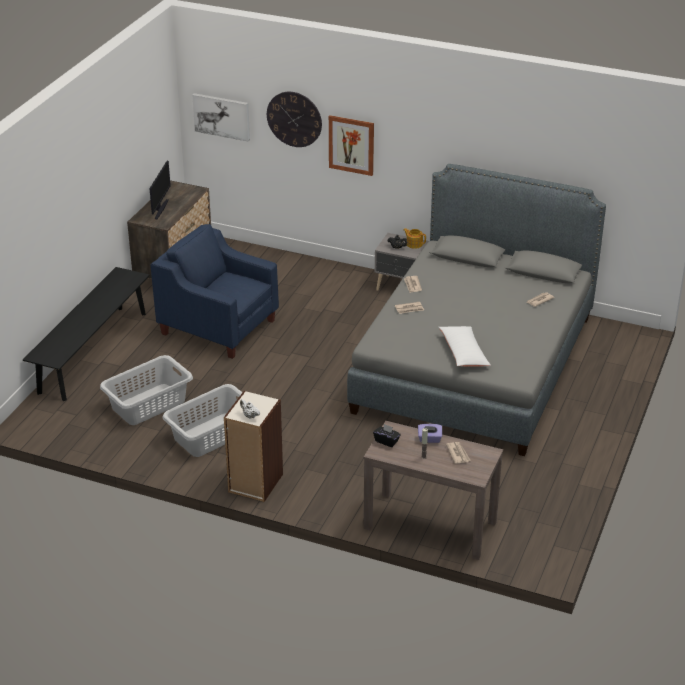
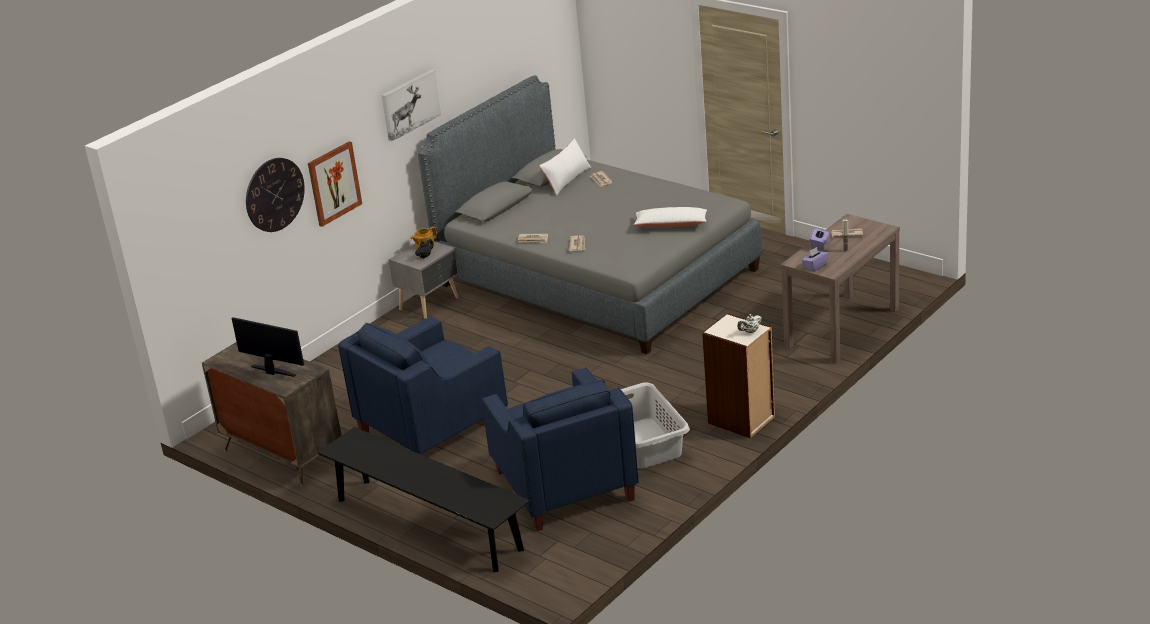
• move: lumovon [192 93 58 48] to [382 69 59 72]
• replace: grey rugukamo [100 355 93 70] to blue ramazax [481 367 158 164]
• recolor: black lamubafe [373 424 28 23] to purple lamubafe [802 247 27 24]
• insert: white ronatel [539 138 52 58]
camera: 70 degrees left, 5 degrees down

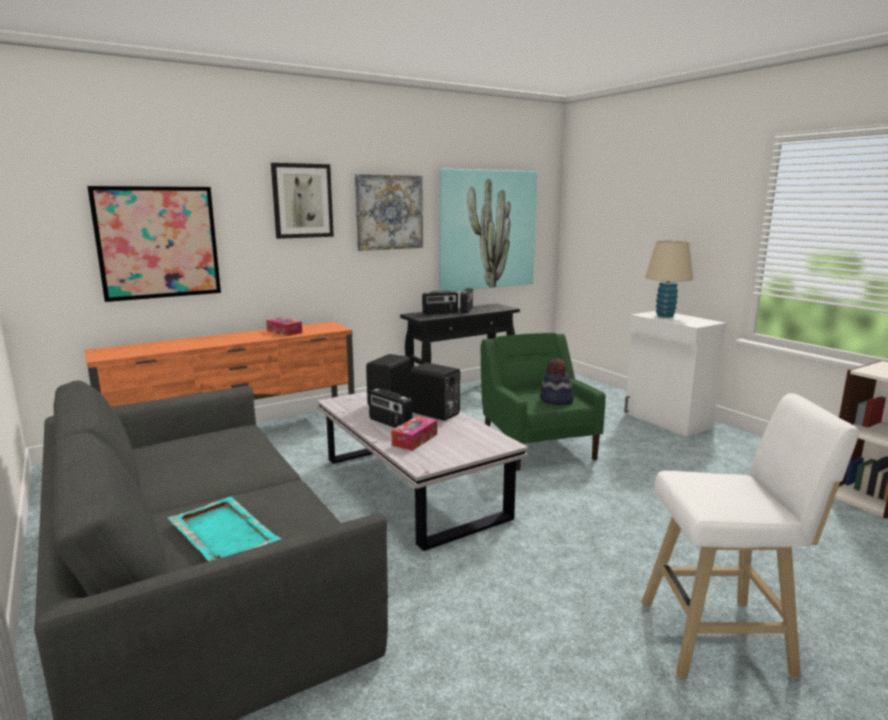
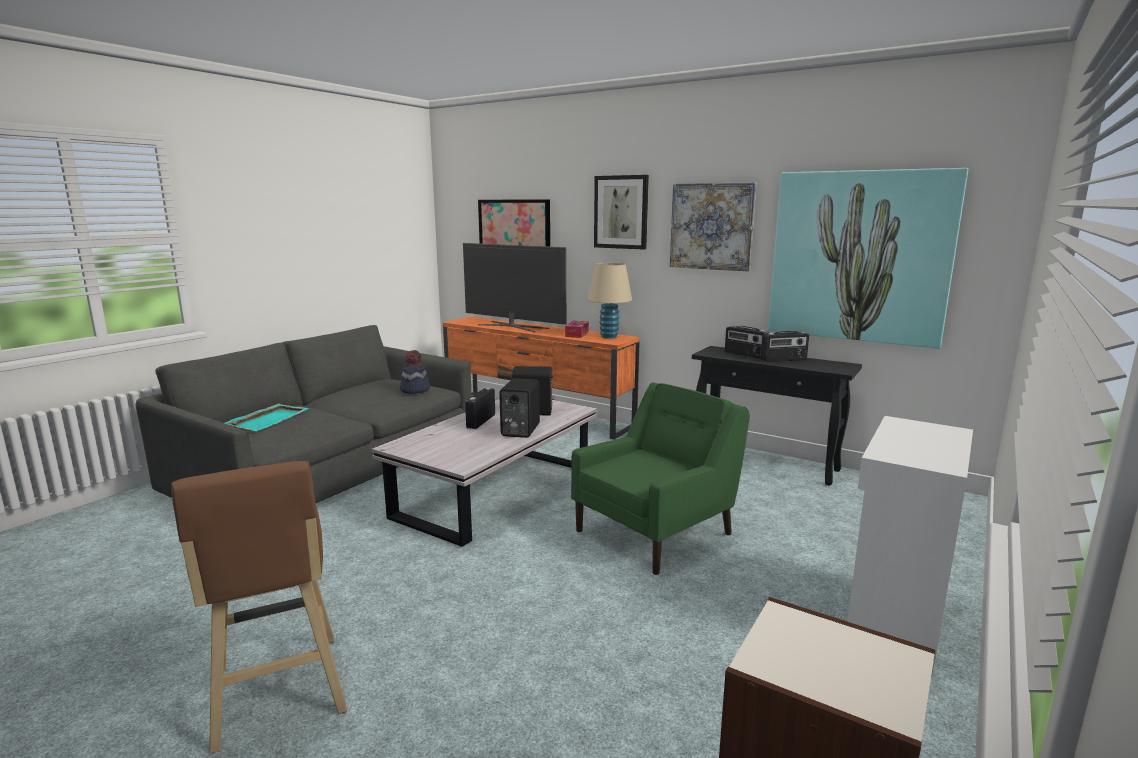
• move: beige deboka [645 240 48 77] to [588 263 44 76]
• move: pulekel [540 358 34 47] to [400 350 30 44]
• recolor: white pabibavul [642 393 217 286] to brown pabibavul [171 461 176 293]
• delete: lamubafe [391 416 46 35]
• insert: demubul [463 243 103 90]
camera: 65 degrees right, 0 degrees up

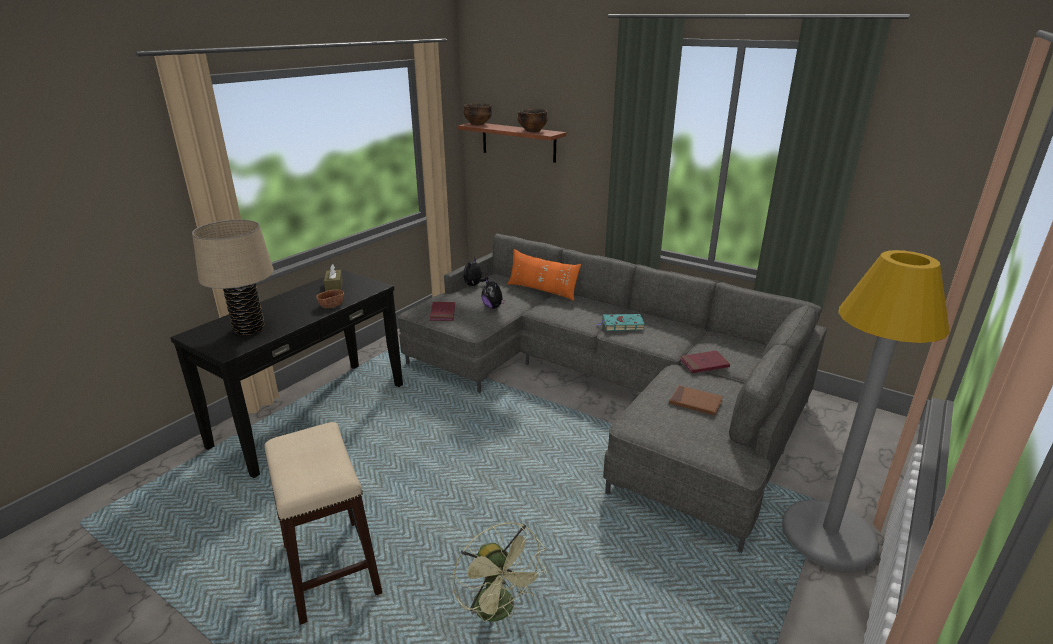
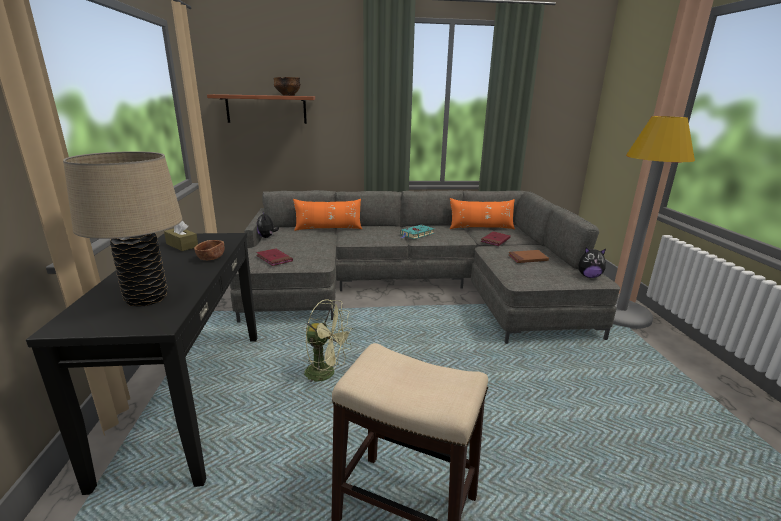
• delete: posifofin [464 103 28 22]
• move: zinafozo [481 279 25 30] to [579 247 27 31]
• move: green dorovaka [453 522 94 100] to [304 299 49 84]
• insert: orange ronatel [450 198 65 31]
camera: 40 degrees left, 5 degrees down

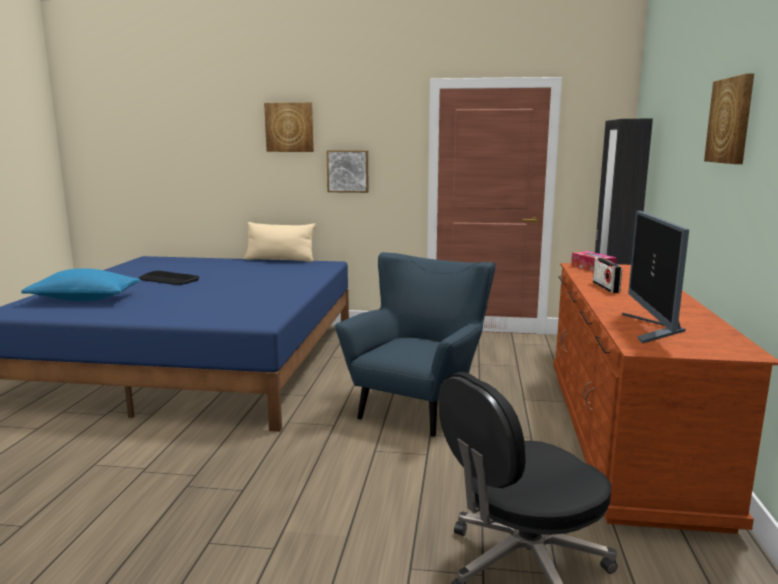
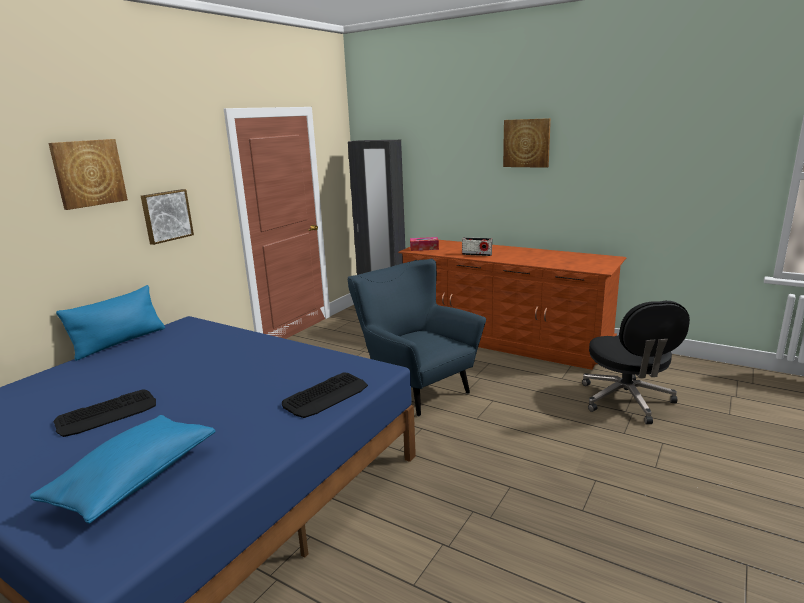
• delete: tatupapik [622 211 67 133]
• recolor: beige ronatel [244 222 72 40] to blue ronatel [56 285 109 76]
• insert: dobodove [282 372 86 46]
camera: 65 degrees left, 5 degrees up

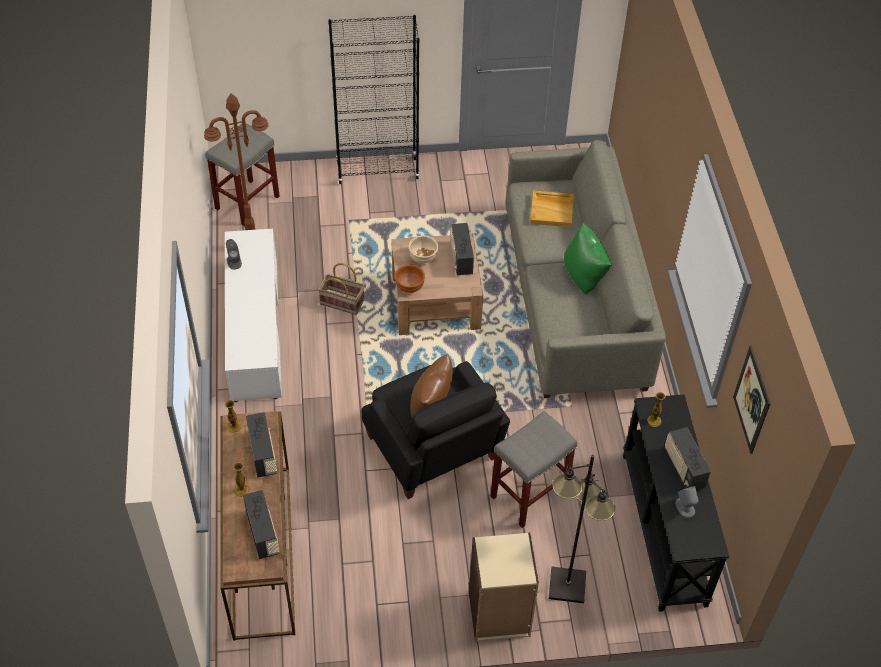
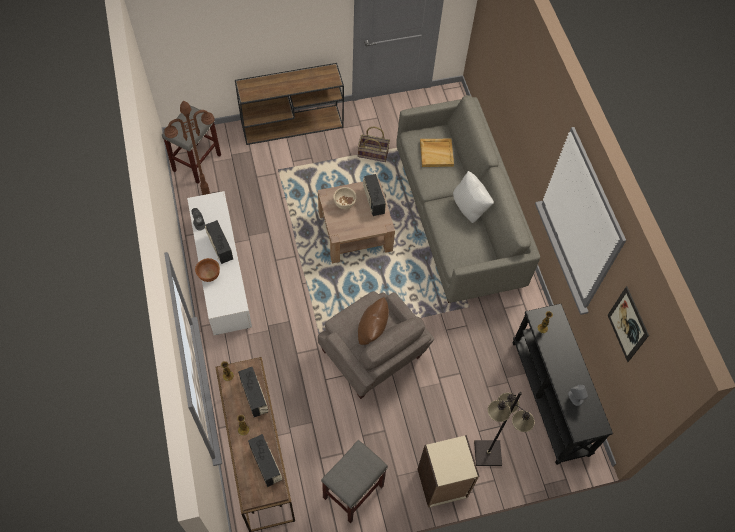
• replace: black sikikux [328 15 91 169] to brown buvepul [235 63 109 82]
• recolor: green ronatel [564 223 48 71] to white ronatel [453 171 41 52]
• move: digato [318 263 46 52] to [358 127 32 35]
• move: brown posifofin [394 265 31 28] to [195 258 25 24]
• recolor: black ramazax [362 361 148 138] to beige ramazax [318 291 116 108]
• move: grey pabibavul [490 411 87 117] to [321 440 67 83]
• move: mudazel [665 427 46 63] to [205 220 28 44]
camera: 10 degrees left, 10 degrees up

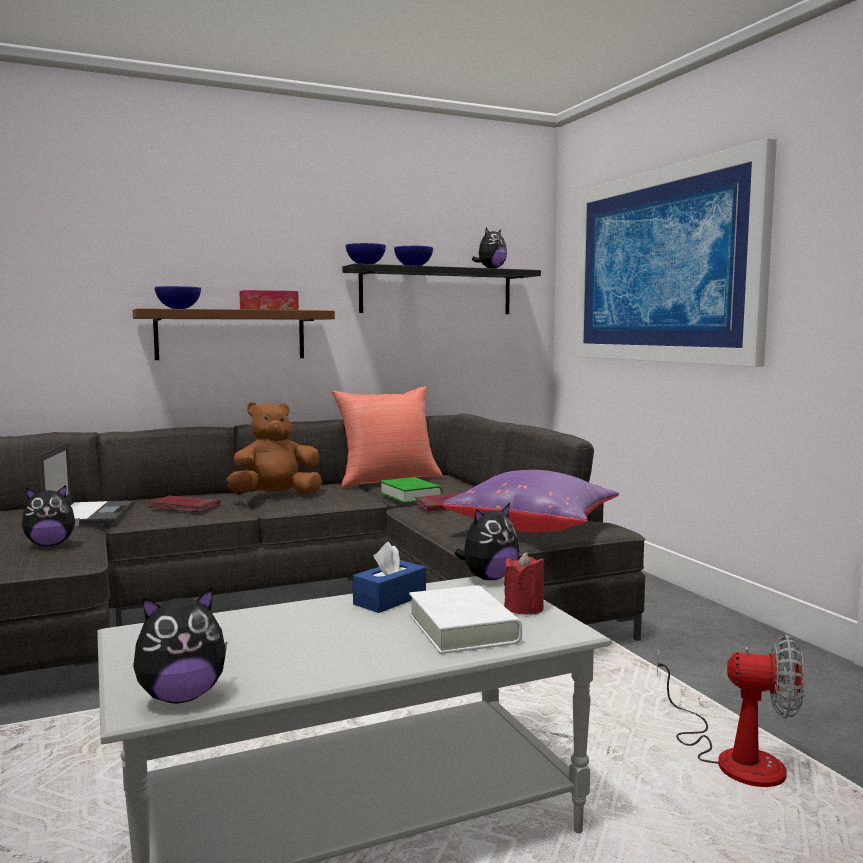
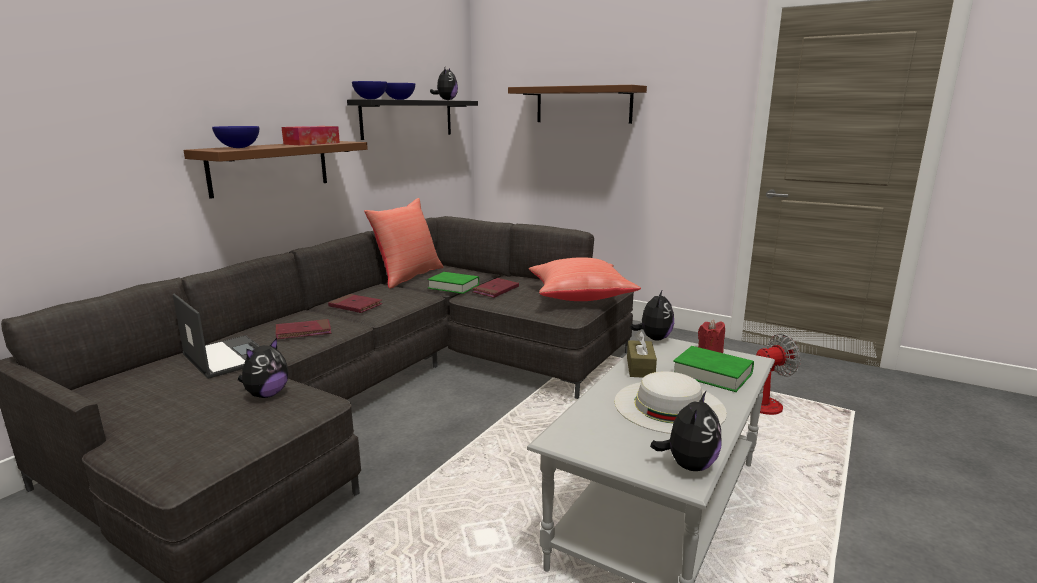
• replace: lumovon [575 138 202 229] to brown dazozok [508 85 139 39]
• replace: brown zinafozo [227 402 95 92] to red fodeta [328 294 54 19]
• recolor: purple ronatel [442 470 177 63] to red ronatel [529 257 112 44]
• recolor: blue lamubafe [353 542 73 71] to brown lamubafe [627 331 30 47]
• recolor: white fodeta [409 585 113 69] to green fodeta [673 346 81 46]
• insert: white pulekel [614 371 113 63]
camera: 35 degrees left, 10 degrees up

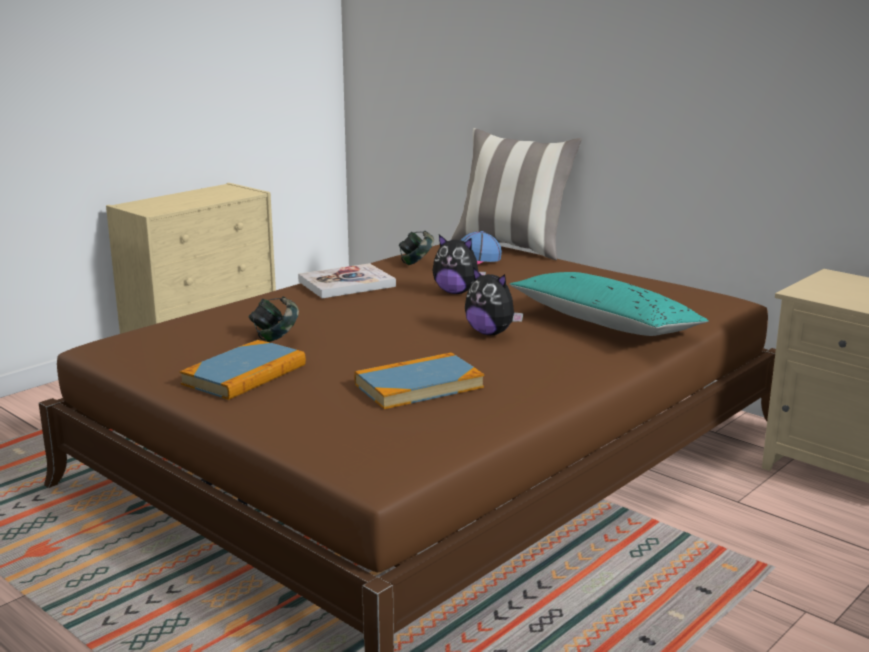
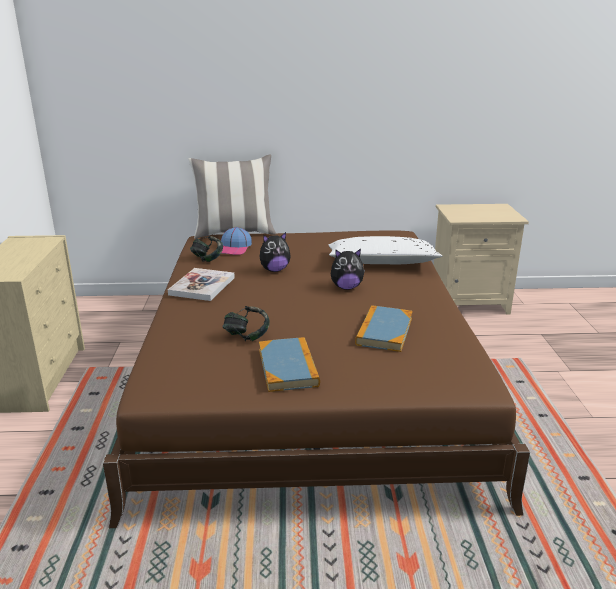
• recolor: turquoise ronatel [509 272 200 64] to white ronatel [329 236 113 28]
camera: 45 degrees left, 5 degrees up

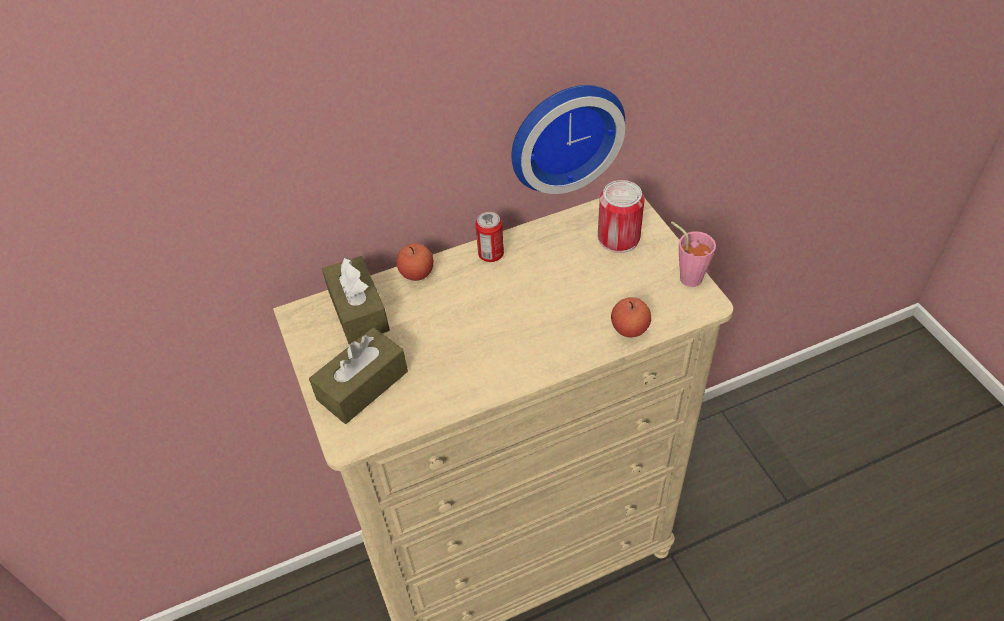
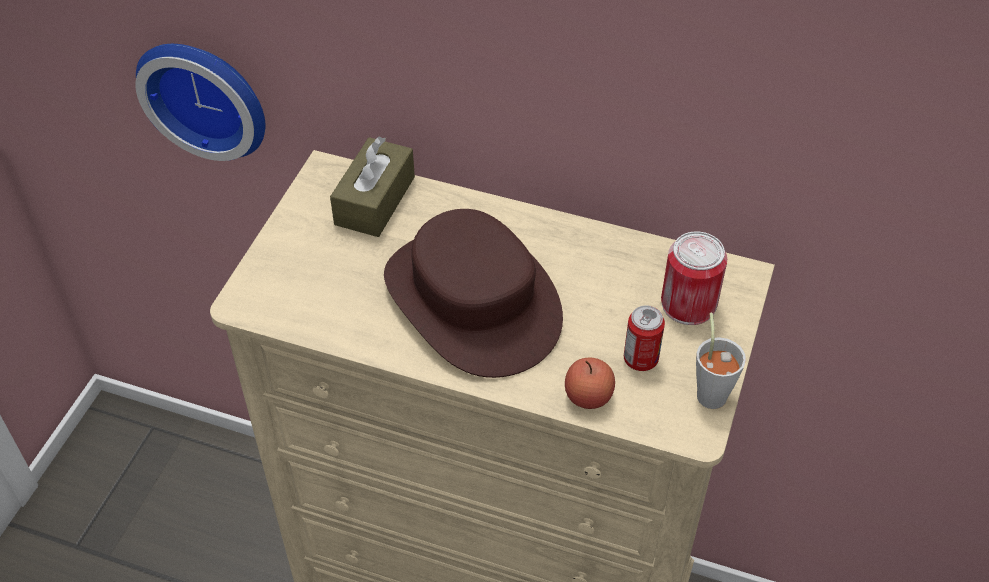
• move: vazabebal [511 85 114 109] to [135 44 130 117]
• move: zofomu [475 212 29 50] to [624 305 41 66]
• recolor: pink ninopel [671 221 45 66] to grey ninopel [696 313 50 96]
• delete: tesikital [396 243 38 38]
• delete: brown lamubafe [309 327 99 97]
• insert: brown pulekel [384 209 179 169]
camera: 40 degrees right, 0 degrees up

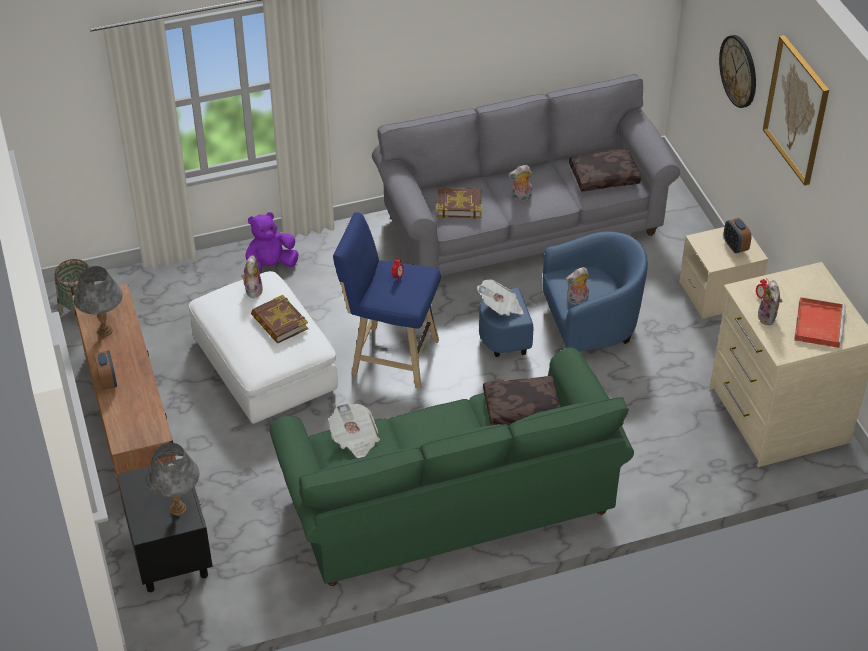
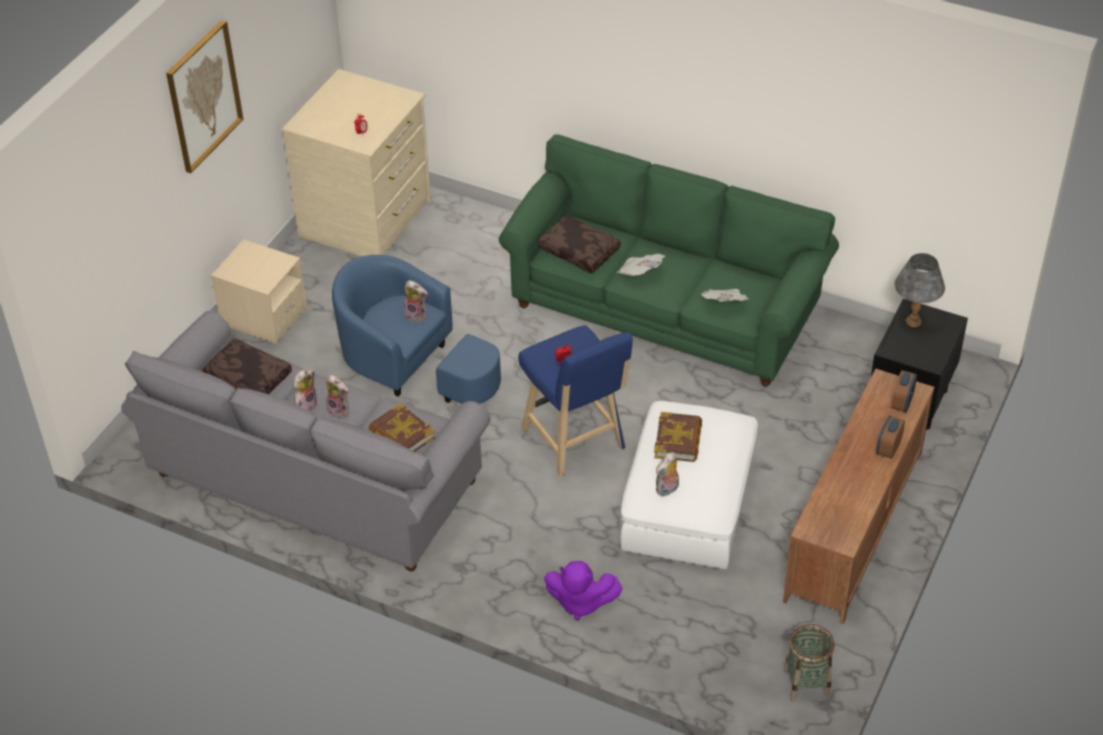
• delete: vazabebal [719 35 37 73]
• move: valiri [724 218 28 35] to [891 370 26 42]
• delete: grey deboka [74 266 49 71]
• move: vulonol [477 279 47 37] to [617 254 48 22]
• move: zinafozo [758 280 24 45] to [294 369 23 43]
• delete: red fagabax [794 297 52 51]
camera: 135 degrees left, 0 degrees up

